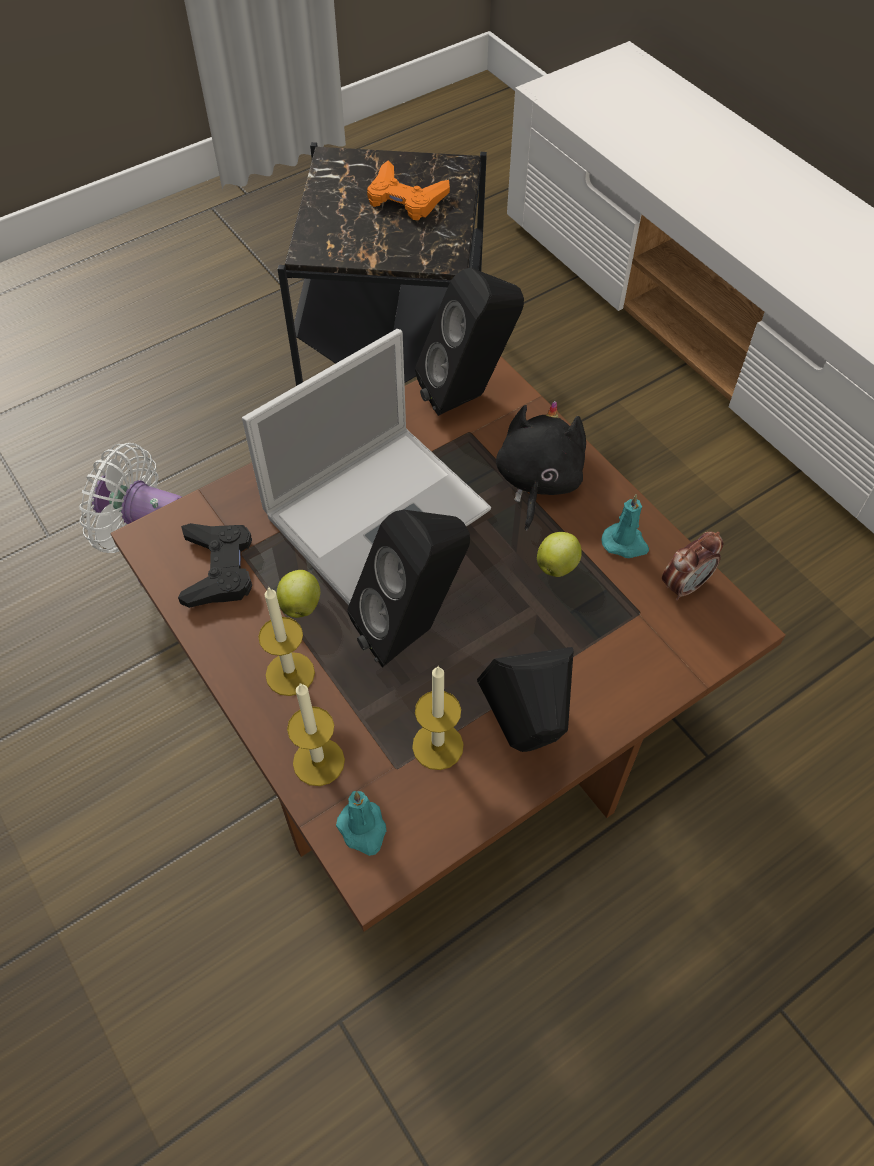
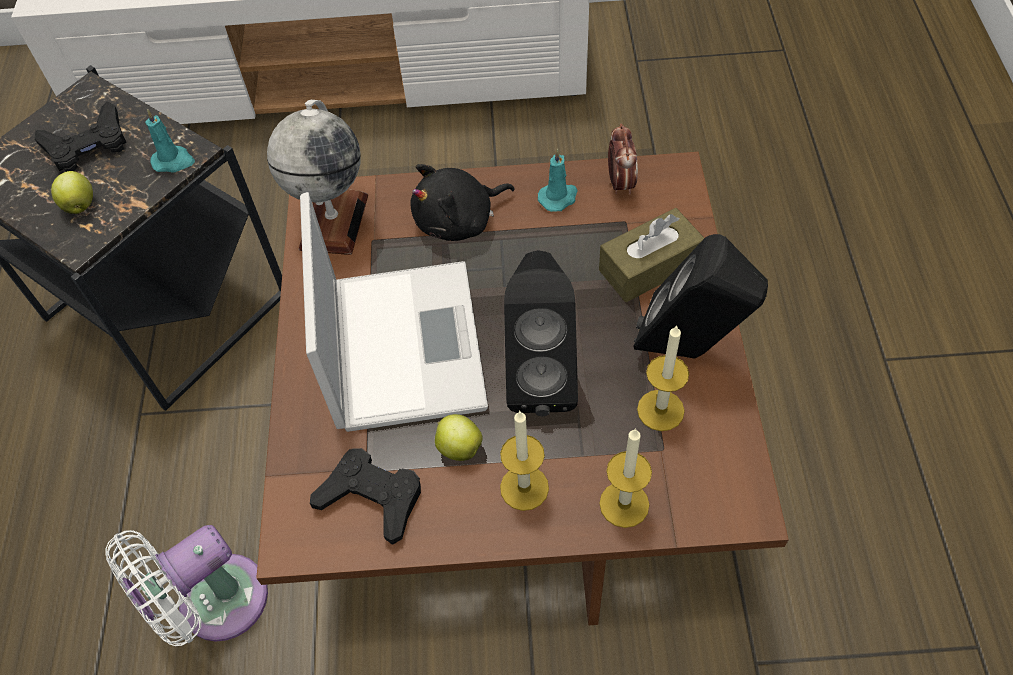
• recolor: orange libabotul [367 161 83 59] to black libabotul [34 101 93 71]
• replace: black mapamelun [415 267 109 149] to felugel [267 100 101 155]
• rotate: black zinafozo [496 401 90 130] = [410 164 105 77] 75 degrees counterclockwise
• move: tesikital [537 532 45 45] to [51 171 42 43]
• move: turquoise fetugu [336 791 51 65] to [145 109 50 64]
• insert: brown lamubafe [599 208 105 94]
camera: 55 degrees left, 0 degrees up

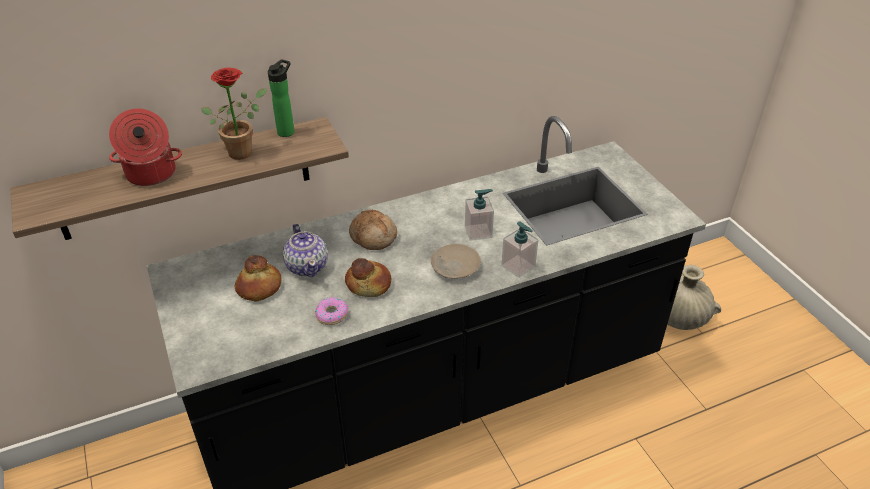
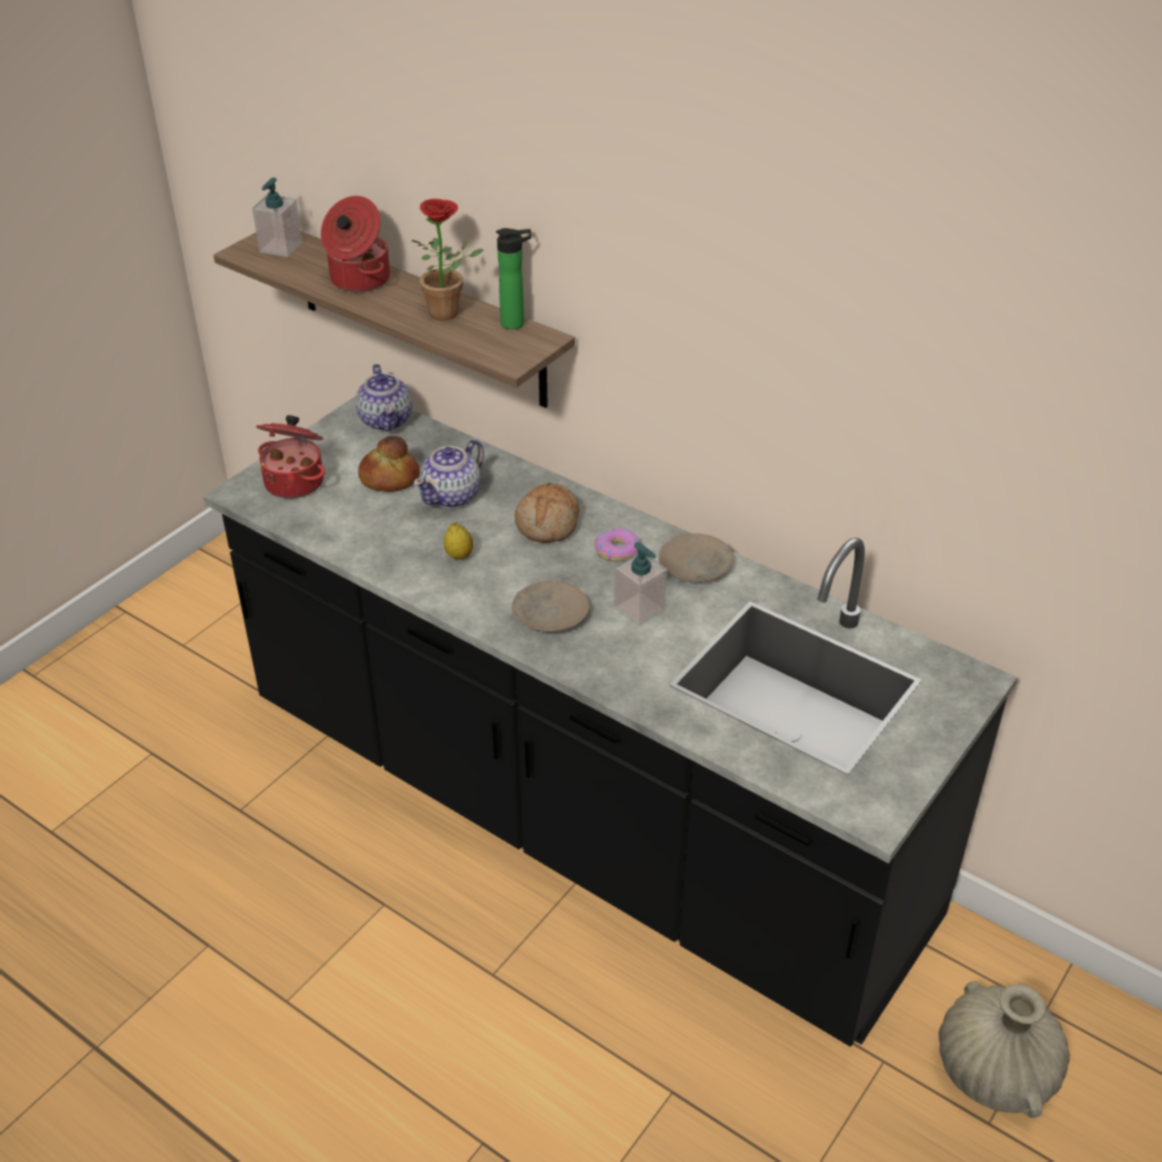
• move: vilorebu [501 221 37 57] to [252 178 50 79]
• replace: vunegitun [345 258 46 39] to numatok [444 522 29 37]
• move: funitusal [315 297 34 28] to [594 528 45 34]
• insert: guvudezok [356 364 56 67]
• insert: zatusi [256 415 69 84]
• insert: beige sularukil [659 533 74 48]
camera: 60 degrees right, 0 degrees up

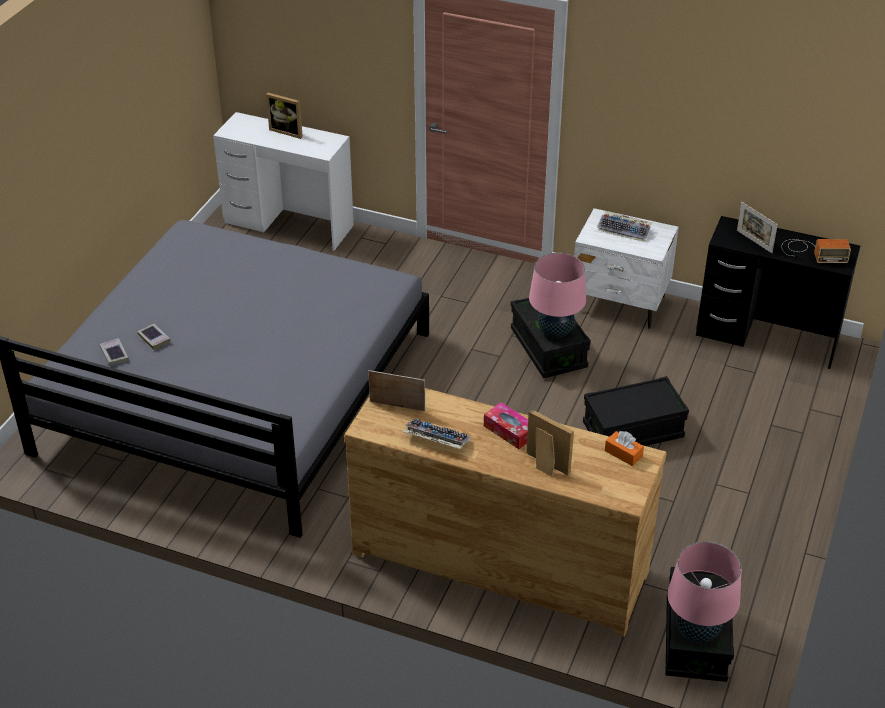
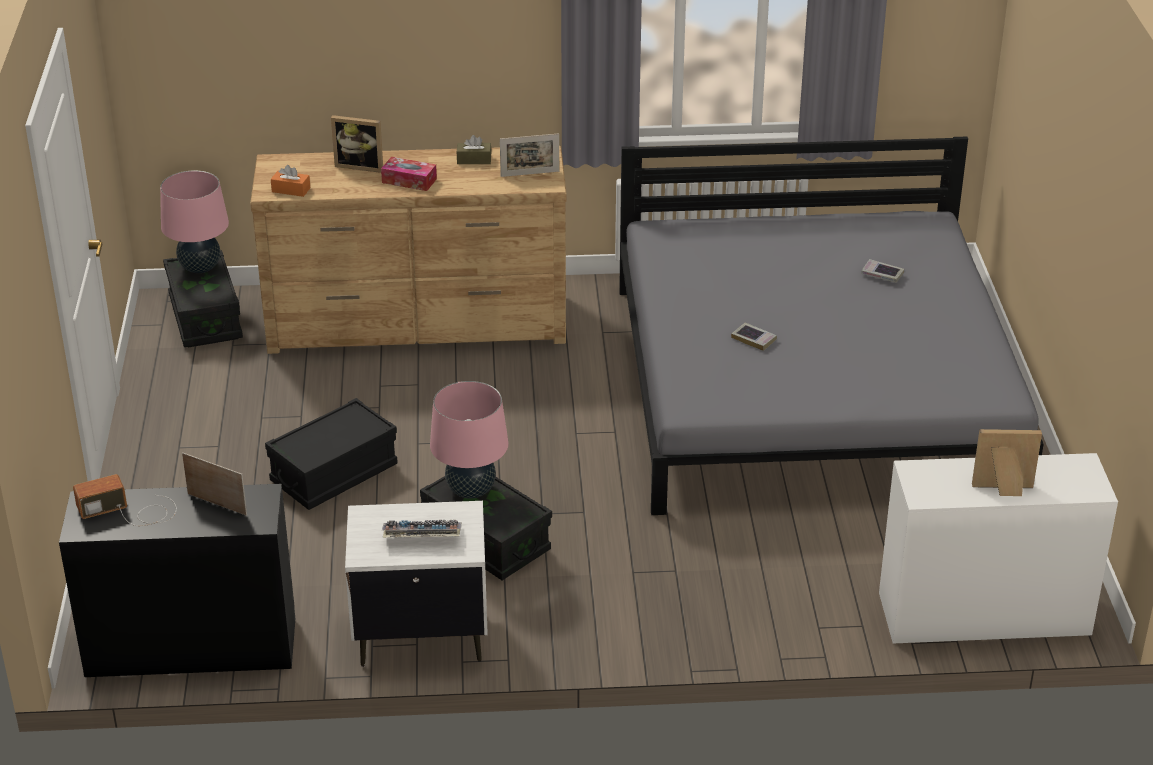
• move: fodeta [100 338 29 27] to [731 323 46 28]
• replace: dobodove [402 419 70 30] to brown lamubafe [456 135 36 29]
camera: 155 degrees right, 5 degrees down

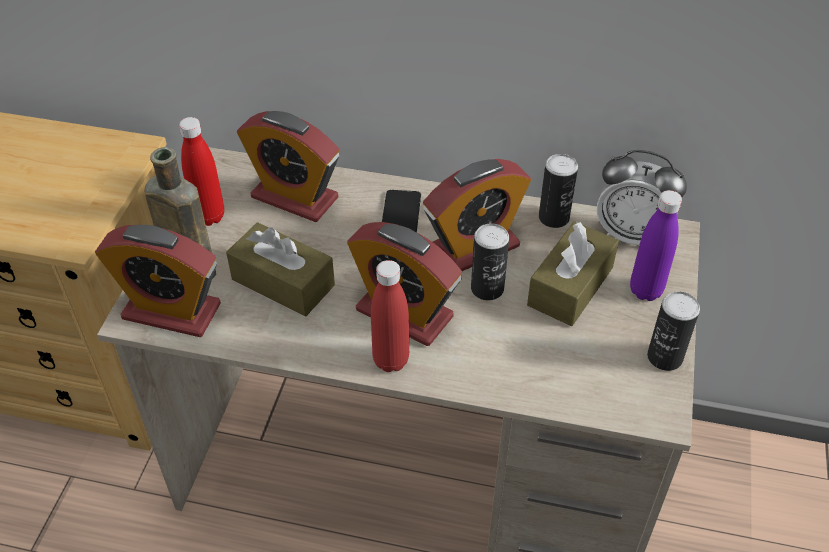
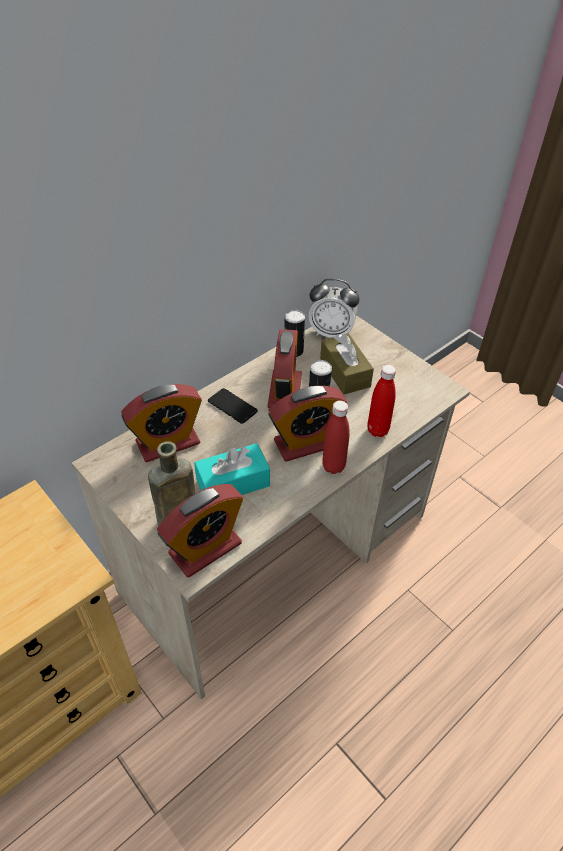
• move: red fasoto [179 117 45 109] to [367 365 29 72]
• rotate: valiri [597 150 90 95] = [309 279 50 59] 45 degrees clockwise
• delete: purple fasoto [630 190 52 111]
• recolor: brown lamubafe [226 222 109 94] to turquoise lamubafe [194 443 76 52]
• delete: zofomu [647 291 53 80]
camera: 55 degrees left, 0 degrees up

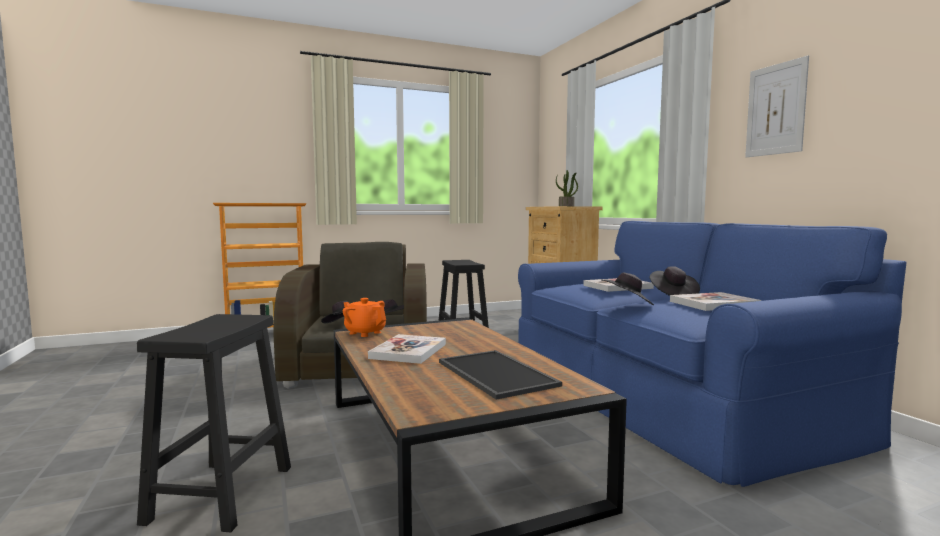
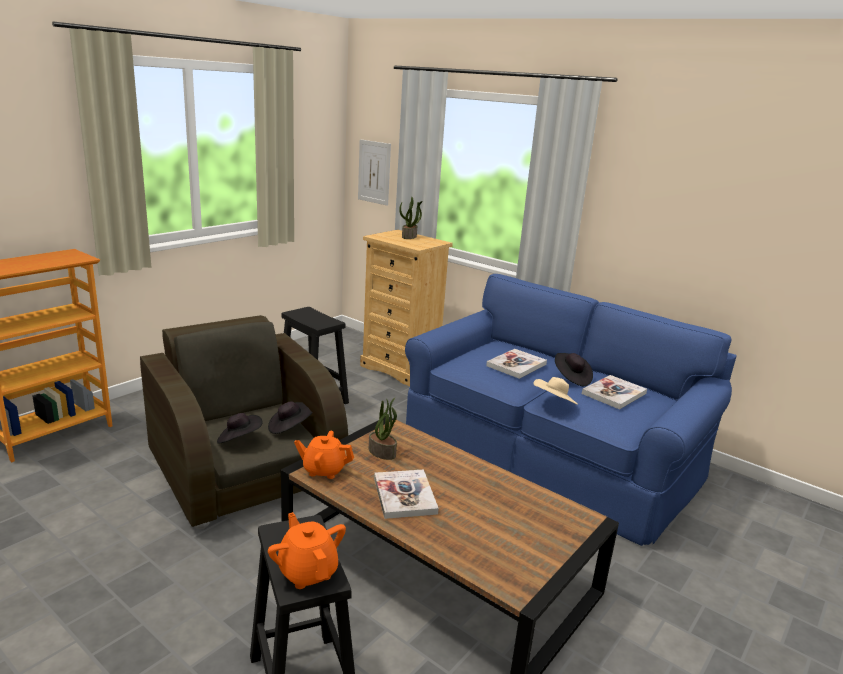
• move: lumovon [745 56 64 101] to [358 139 33 67]
• recolor: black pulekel [602 272 52 34] to beige pulekel [534 377 44 28]
• delete: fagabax [439 350 123 50]
• insert: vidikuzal [369 398 28 62]
• insert: orange guvudezok [268 512 78 77]
camera: 30 degrees left, 15 degrees up

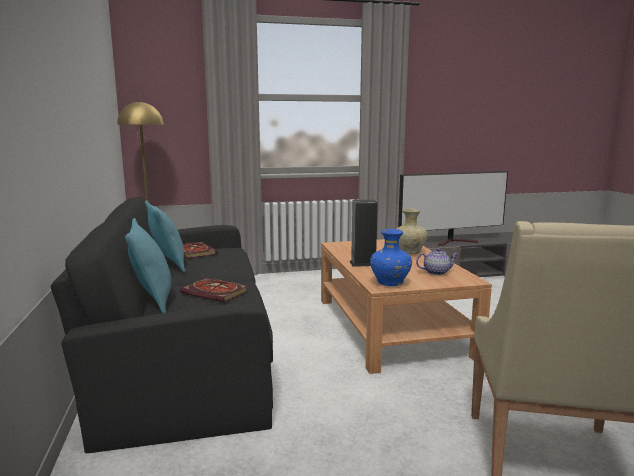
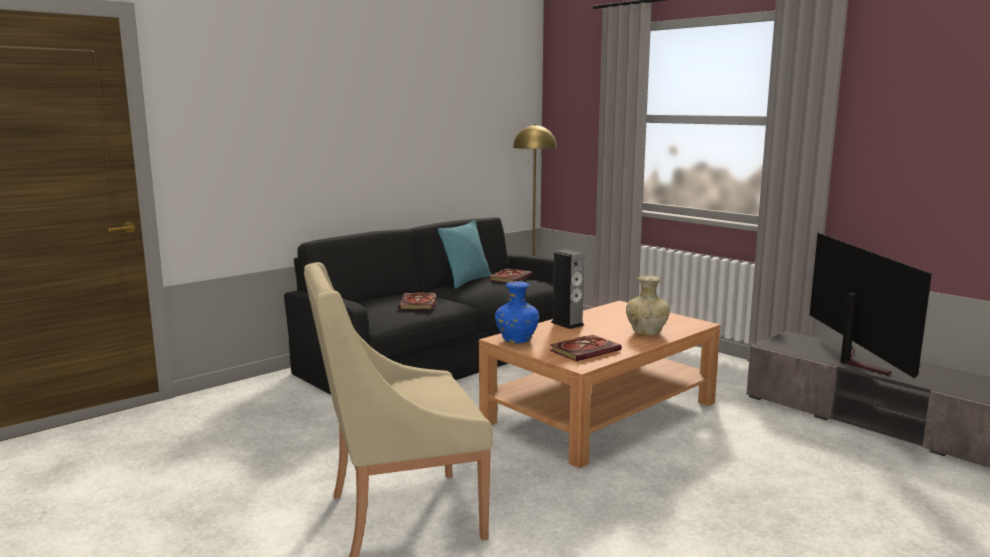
• rotate: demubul [398 171 110 75] = [810 233 122 145] 135 degrees counterclockwise
• delete: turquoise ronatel [125 218 46 95]
• replace: guvudezok [416 248 42 27] to fodeta [550 335 72 26]
camera: 60 degrees right, 0 degrees up

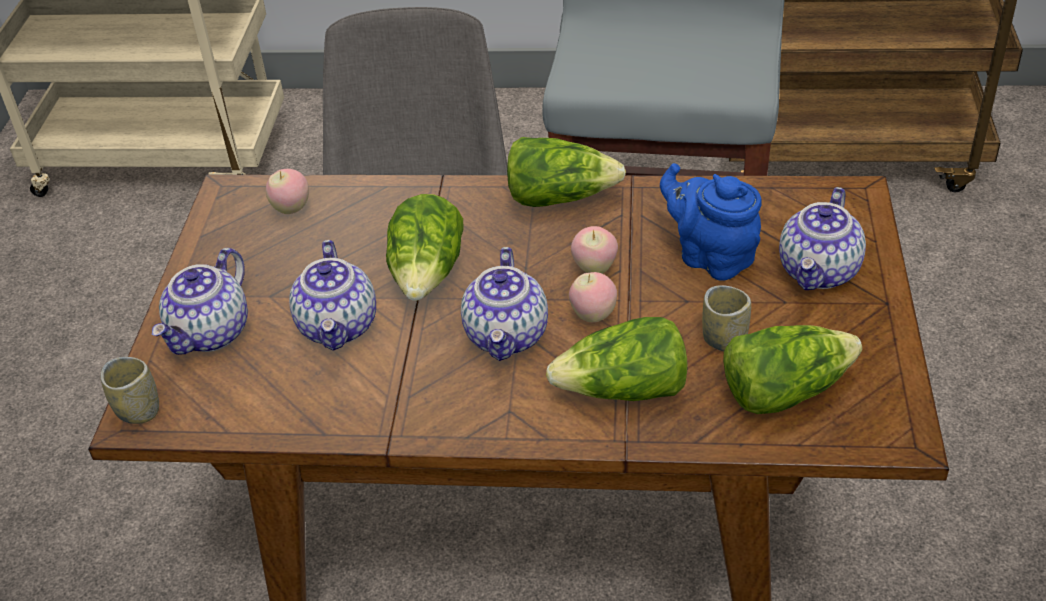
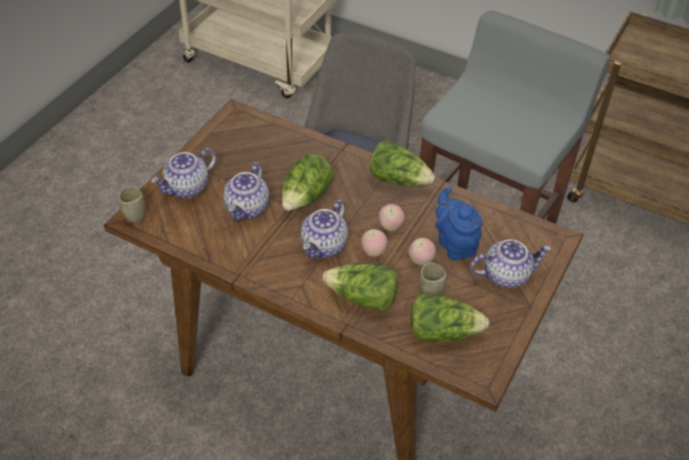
• move: tesikital [266 169 43 45] to [409 238 27 28]
• rotate: guvudezok [779 187 87 103] = [470 239 81 50] 150 degrees counterclockwise
camera: 20 degrees right, 5 degrees up

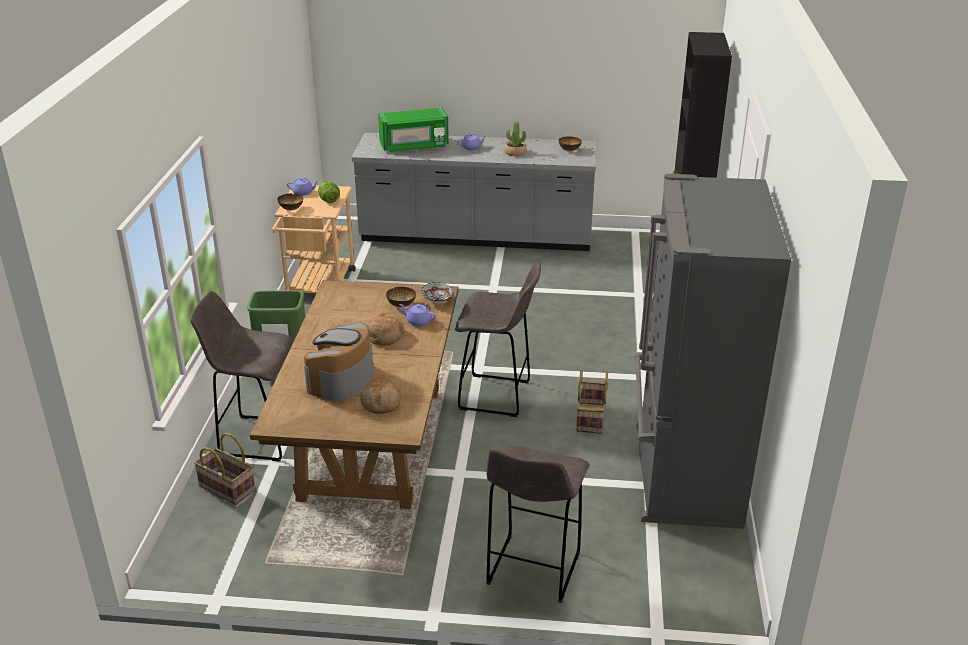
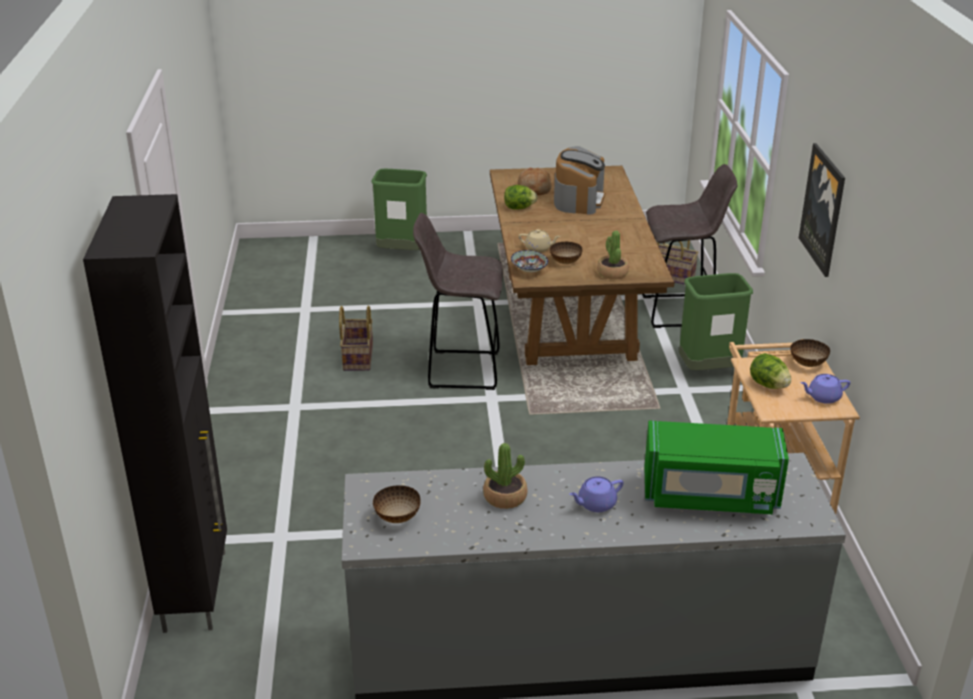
• rotate: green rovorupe [378 108 71 44] = [644 421 145 93] 150 degrees counterclockwise
• delete: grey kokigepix [635 174 156 355]
• recolor: purple guvudezok [399 304 37 22] to beige guvudezok [519 229 42 24]
• delete: vunegitun [368 313 36 33]
• replace: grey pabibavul [486 445 104 158] to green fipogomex [371 169 56 81]
• insert: lumovon [799 143 46 134]
• insert: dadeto [504 185 33 25]
• insert: vidikuzal [597 230 32 49]
camera: 170 degrees right, 0 degrees up

